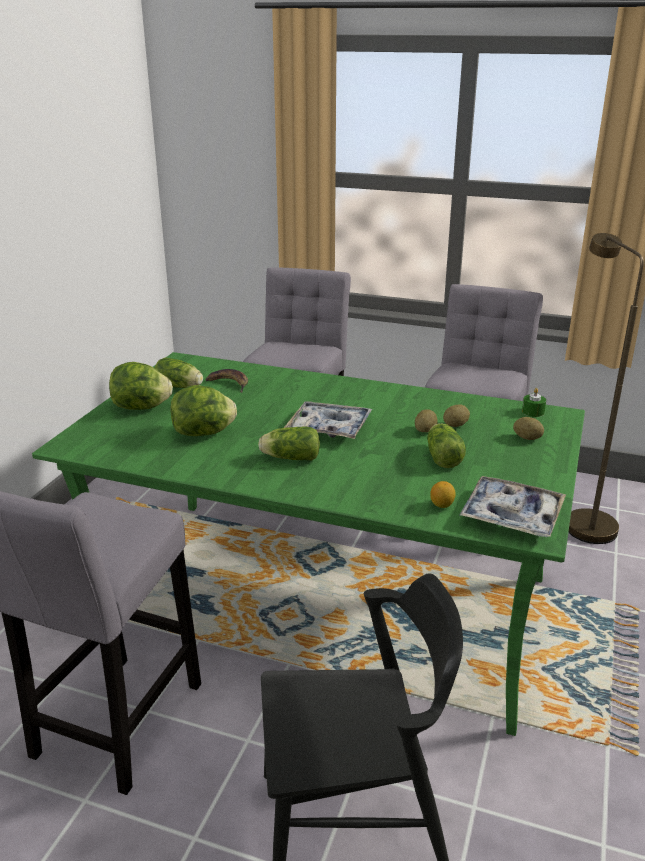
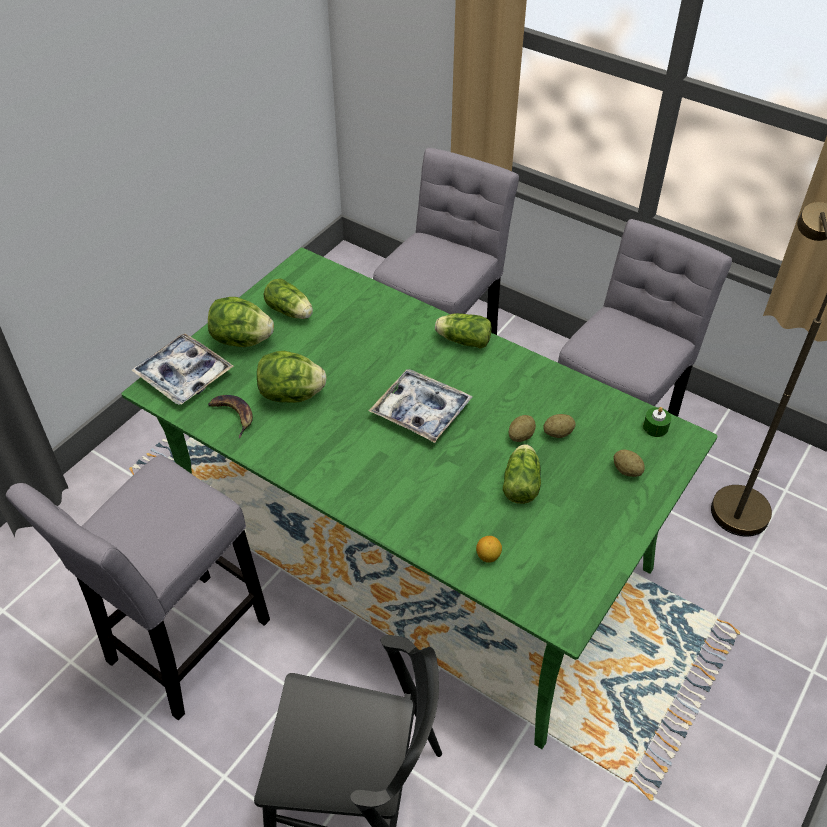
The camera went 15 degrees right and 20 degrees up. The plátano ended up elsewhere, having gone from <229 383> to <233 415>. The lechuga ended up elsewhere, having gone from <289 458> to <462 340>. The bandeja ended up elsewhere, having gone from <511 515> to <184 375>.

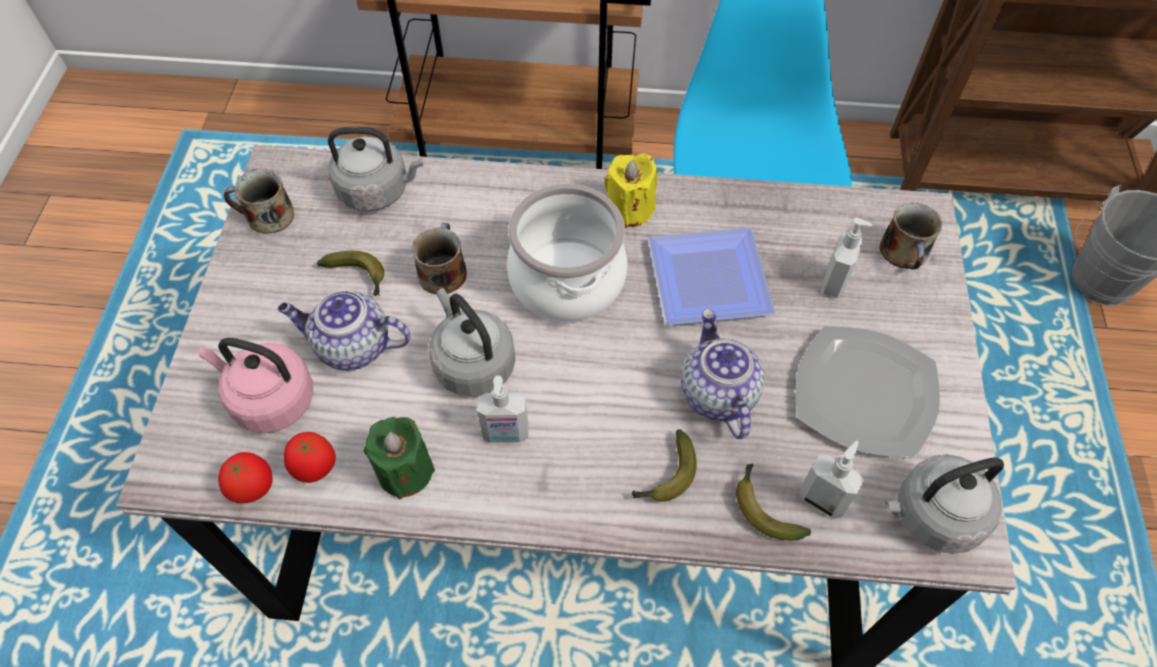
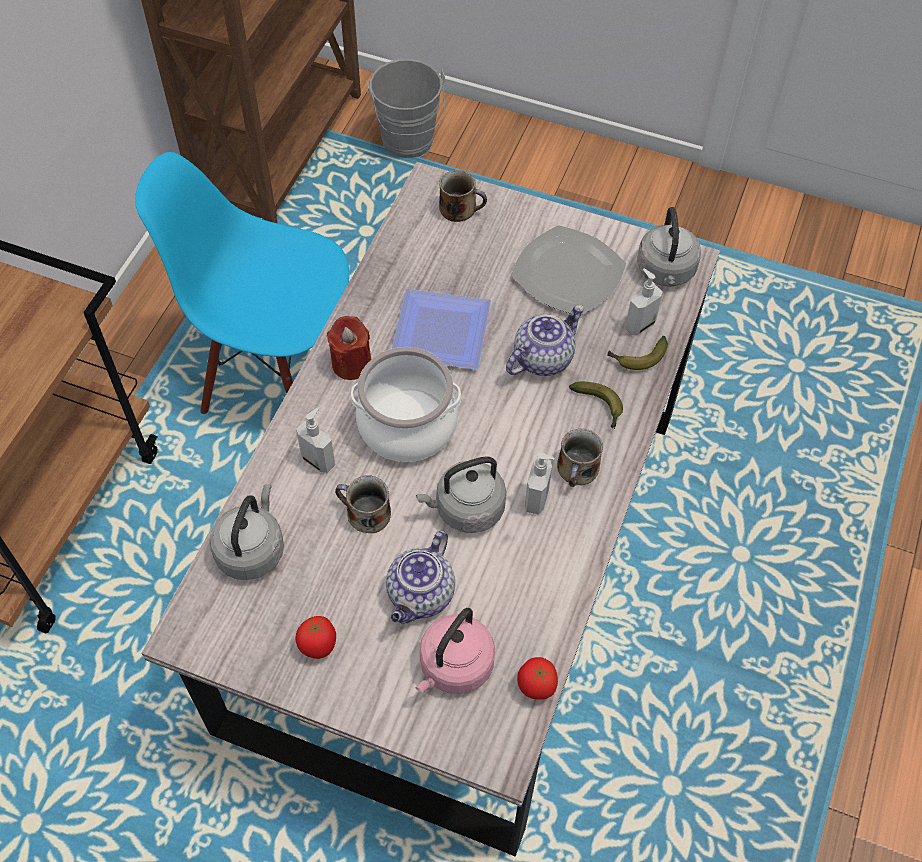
The camera went 75 degrees left and 0 degrees up. What was the vela/amarillo at <630 209> turned into the vela/rojo at <351 363>. The taza grande ended up elsewhere, having gone from <267 216> to <578 470>. The dispensador de jabón ended up elsewhere, having gone from <835 282> to <319 460>. The second view lost the plátano at <359 277>. The tetera at <716 393> ended up facing another way, 135 degrees clockwise from before. The second view lost the vela/verde at <405 471>. The tomate ended up elsewhere, having gone from <316 469> to <318 647>.

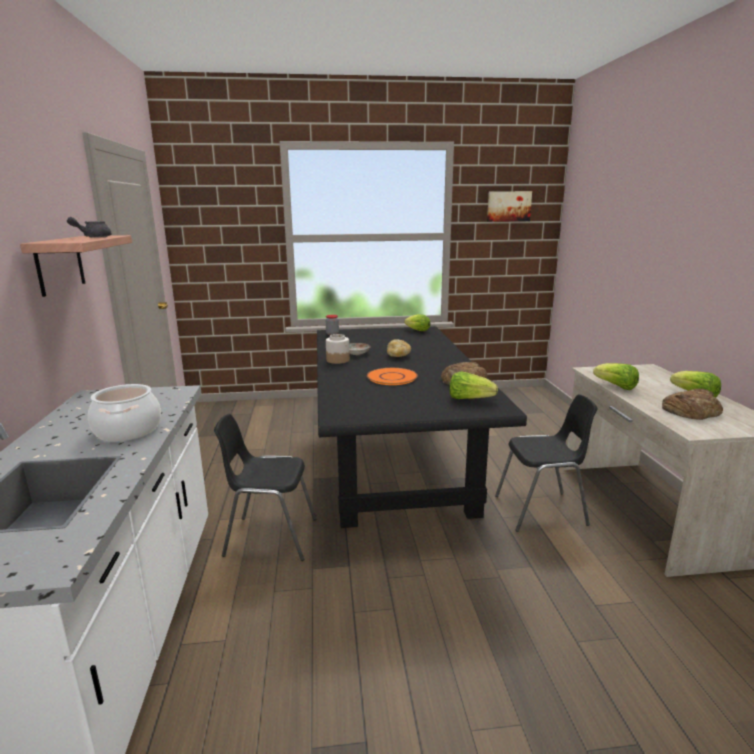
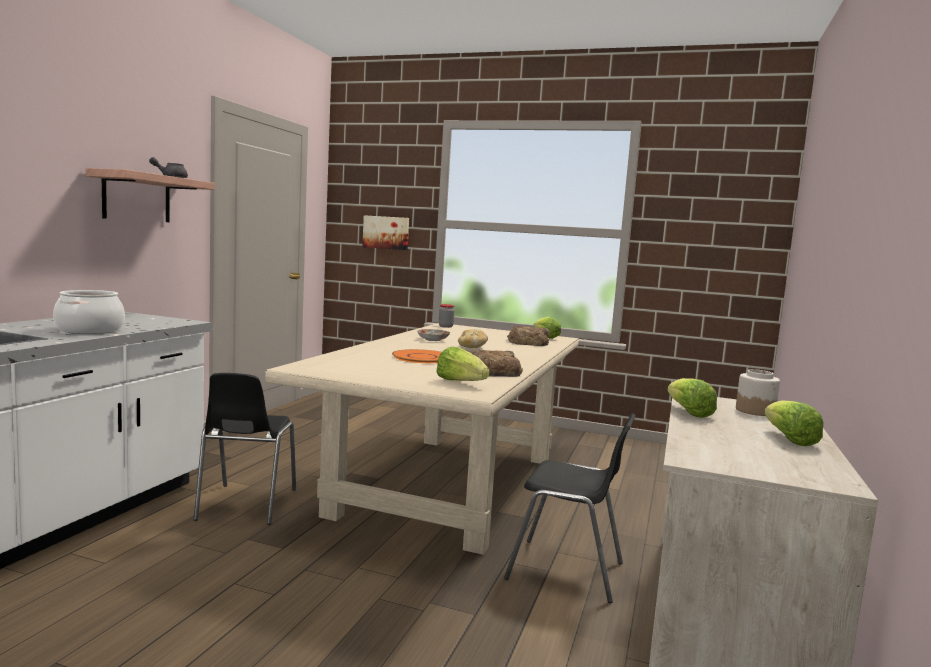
The camera went 25 degrees right and 10 degrees down. The cuadro ended up elsewhere, having gone from <508 206> to <386 232>. What was the mesa de comedor/negro at <395 466> turned into the mesa de comedor/beis at <449 485>. The tarro ended up elsewhere, having gone from <338 360> to <755 411>. The pan ended up elsewhere, having gone from <691 410> to <528 342>. The silla/negro at <270 537> ended up facing another way, 120 degrees counterclockwise from before.

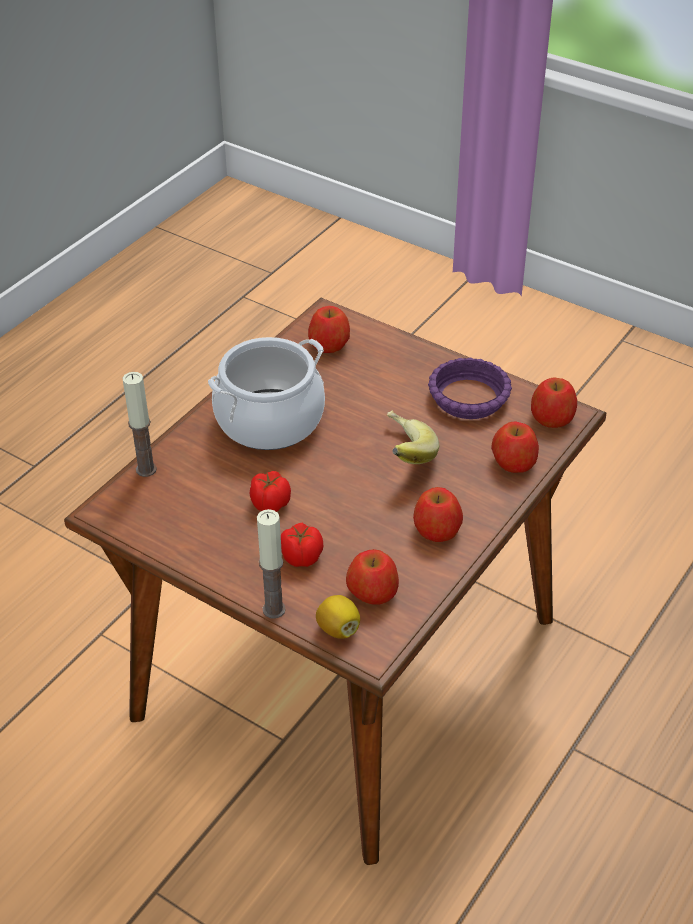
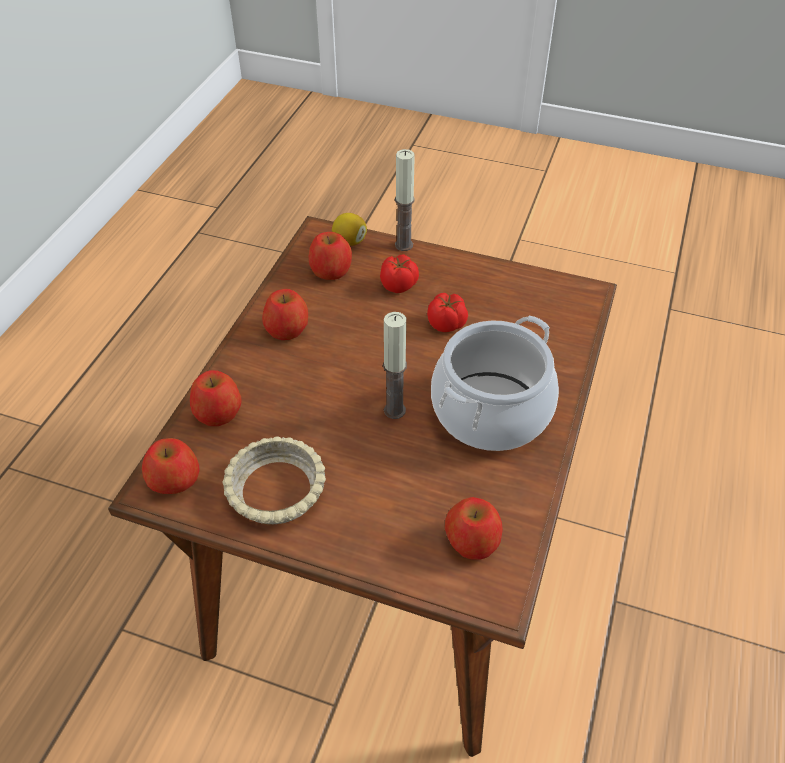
The camera went 165 degrees right and 5 degrees up. What was the cuenco/morado at <469 396> turned into the cuenco/beis at <276 490>. The vela ended up elsewhere, having gone from <146 469> to <394 410>. The second view lost the plátano at <402 455>.

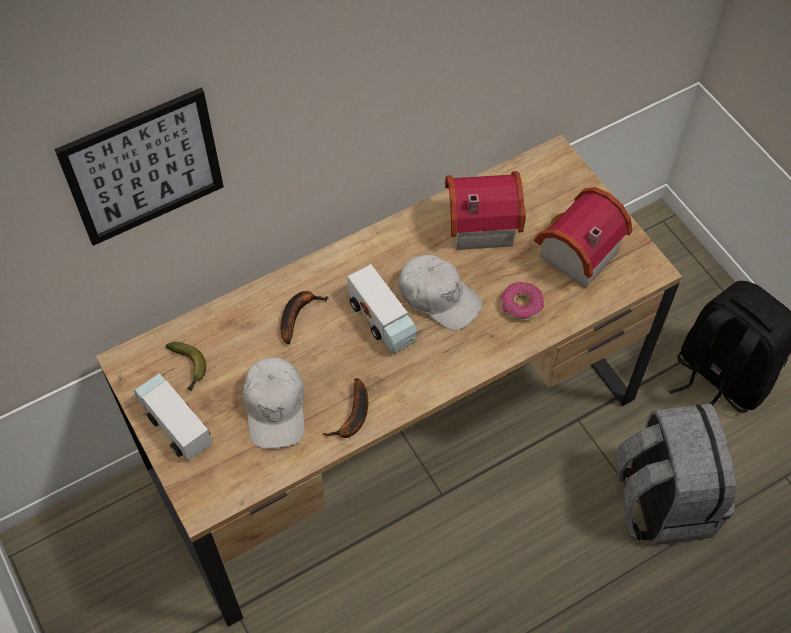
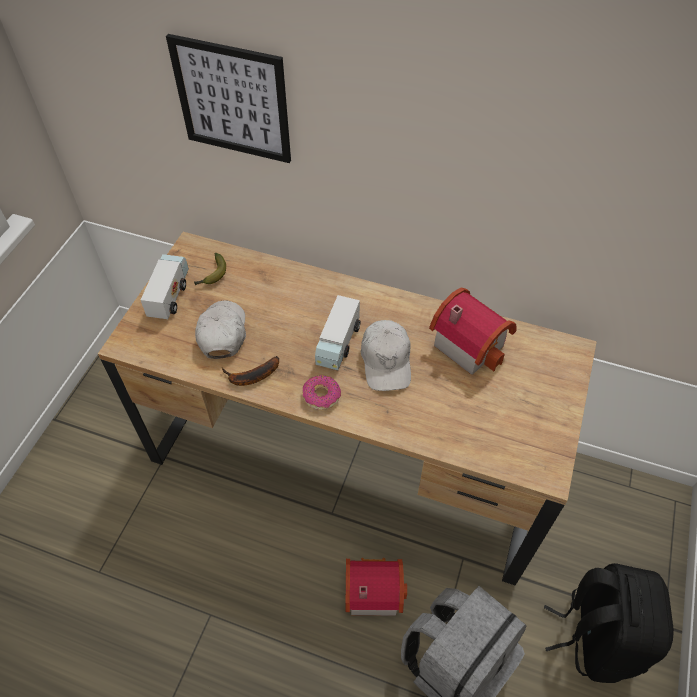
The camera went 50 degrees right and 5 degrees down. The casita ended up elsewhere, having gone from <573 252> to <371 588>. The rosquilla ended up elsewhere, having gone from <521 305> to <321 396>. The second view lost the plátano at <297 315>. The gorra/blanco at <275 407> ended up facing another way, 135 degrees clockwise from before.

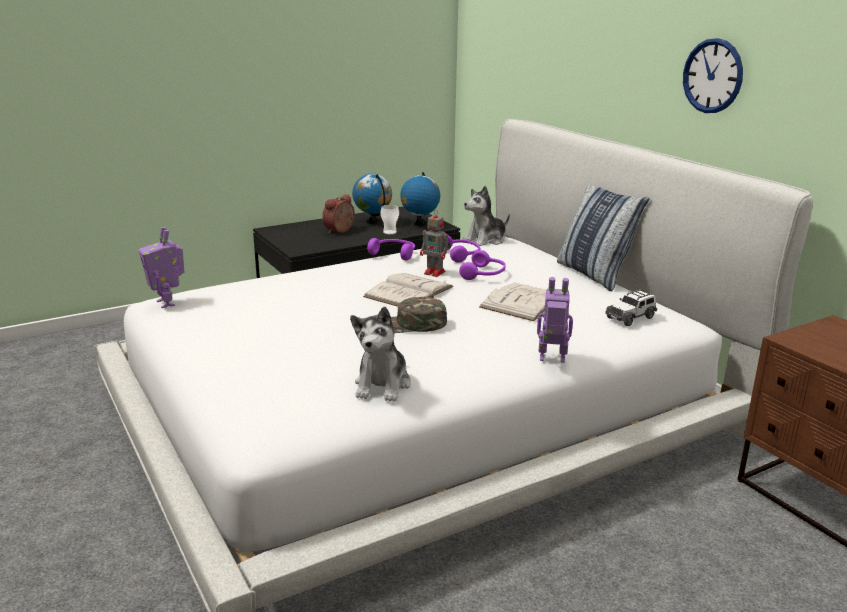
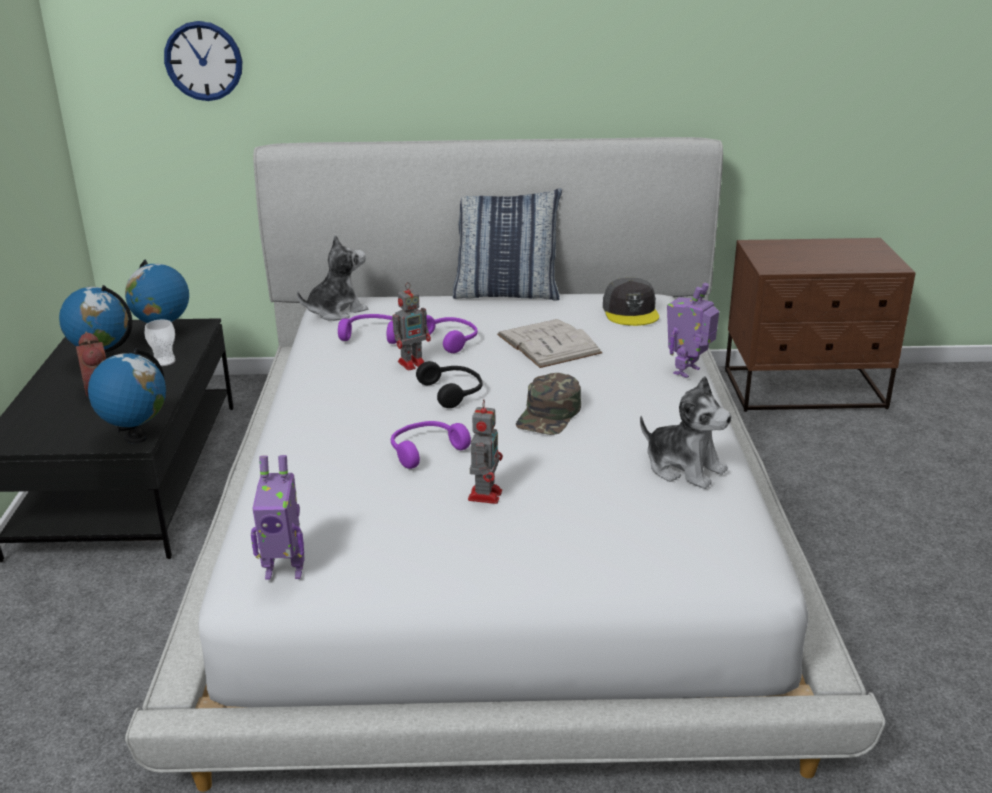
The camera went 60 degrees left and 5 degrees up. The reloj de pared ended up elsewhere, having gone from <712 76> to <203 61>. The peluche at <485 240> ended up facing another way, 120 degrees counterclockwise from before. The auriculares/morado ended up elsewhere, having gone from <394 254> to <425 450>. Where the libro/blanco stood at <409 291>, the auriculares/negro came to stand at <453 392>. Where the coche de juguete stood at <631 317>, the gorra/gris came to stand at <631 312>. The second view gained the globo terráqueo at <136 437>. The second view gained the robot de juguete at <485 494>.

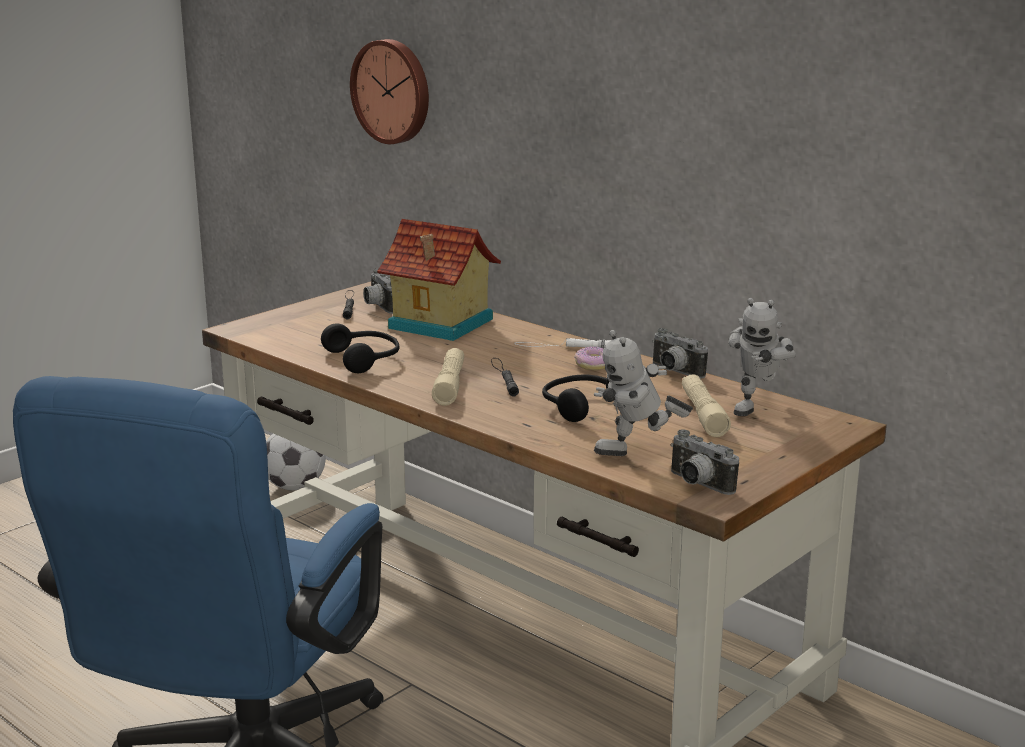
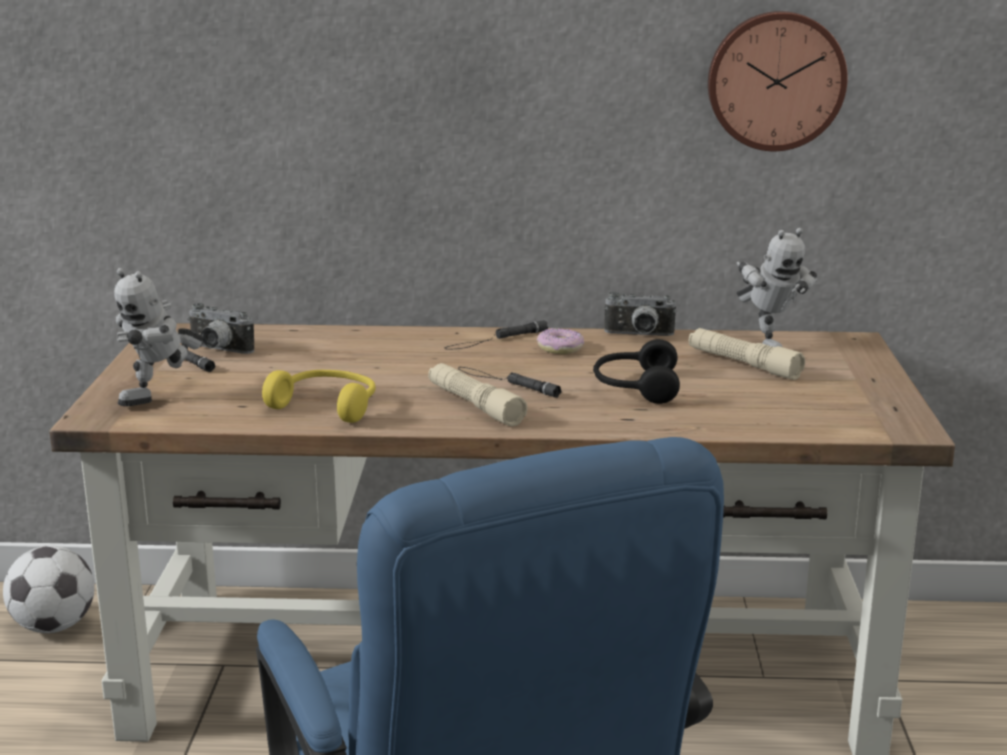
The camera went 40 degrees left and 0 degrees up. The reloj de pared ended up elsewhere, having gone from <393 91> to <775 80>. The second view lost the casita at <440 324>. What was the auriculares/negro at <365 359> turned into the auriculares/amarillo at <327 406>. The robot de juguete ended up elsewhere, having gone from <637 455> to <162 398>. What was the linterna/blanco at <563 347> turned into the linterna/negro at <495 340>. The second view lost the cámara at <697 484>.

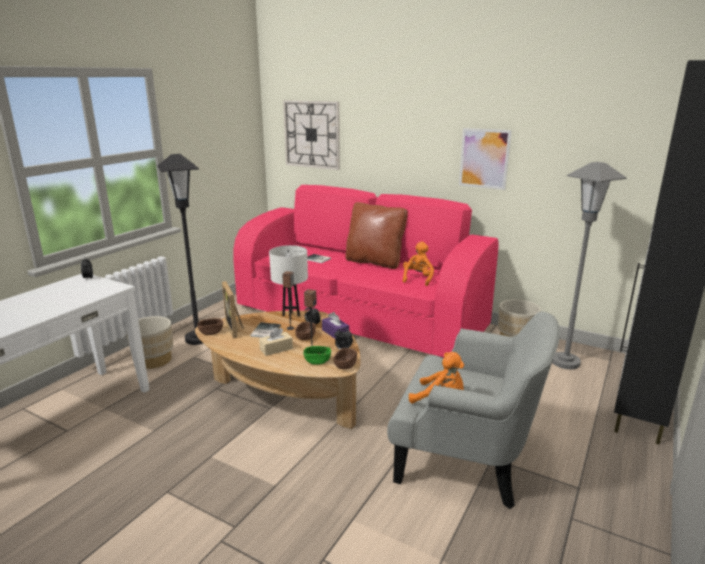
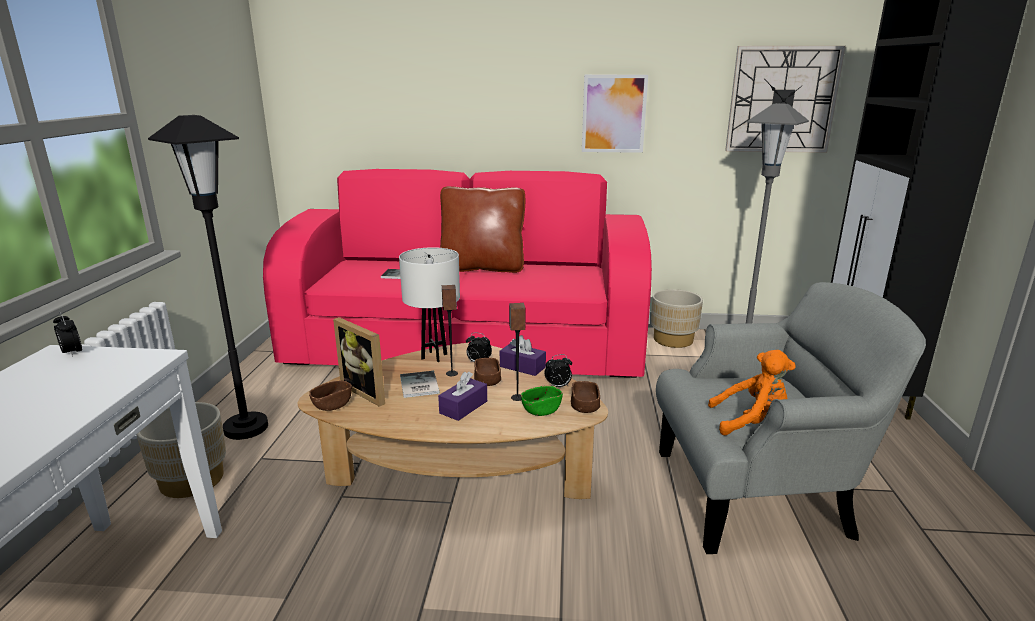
The camera went 25 degrees left and 0 degrees up. The reloj de pared ended up elsewhere, having gone from <312 134> to <782 100>. The second view lost the peluche/naranja at <418 279>. What was the caja de pañuelos/beis at <276 349> turned into the caja de pañuelos/morado at <463 407>.

